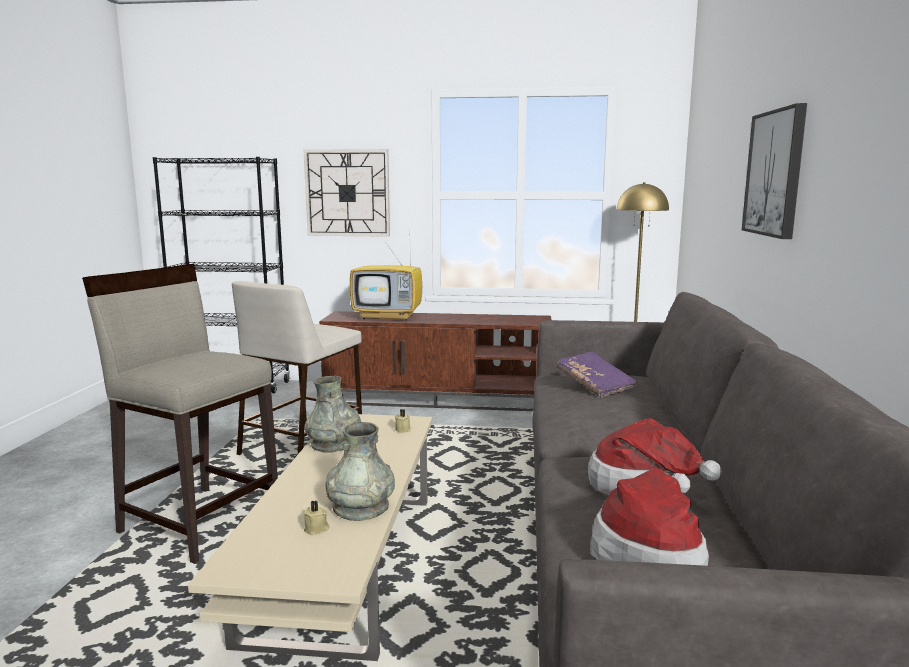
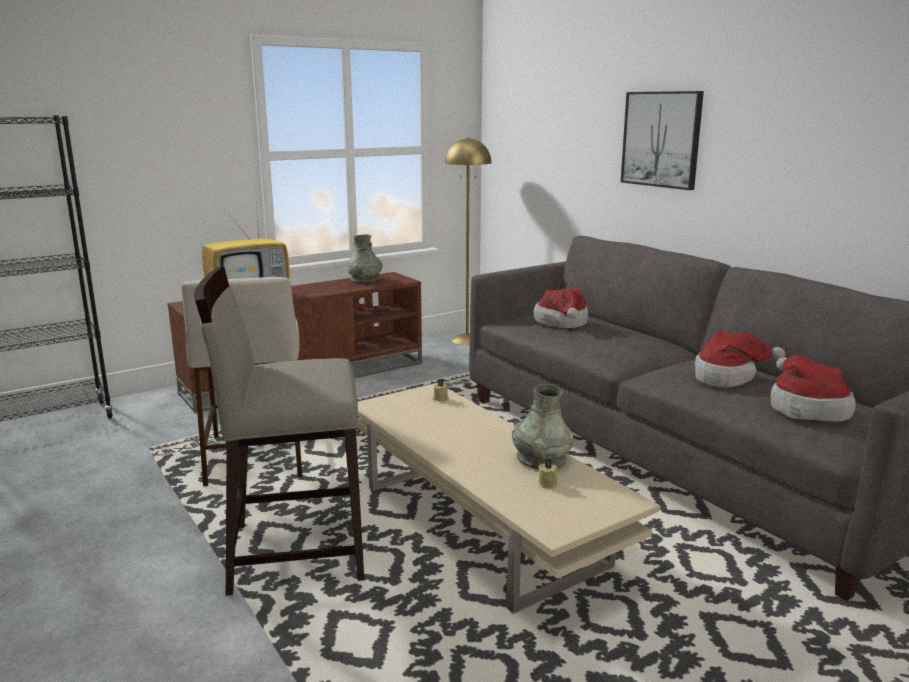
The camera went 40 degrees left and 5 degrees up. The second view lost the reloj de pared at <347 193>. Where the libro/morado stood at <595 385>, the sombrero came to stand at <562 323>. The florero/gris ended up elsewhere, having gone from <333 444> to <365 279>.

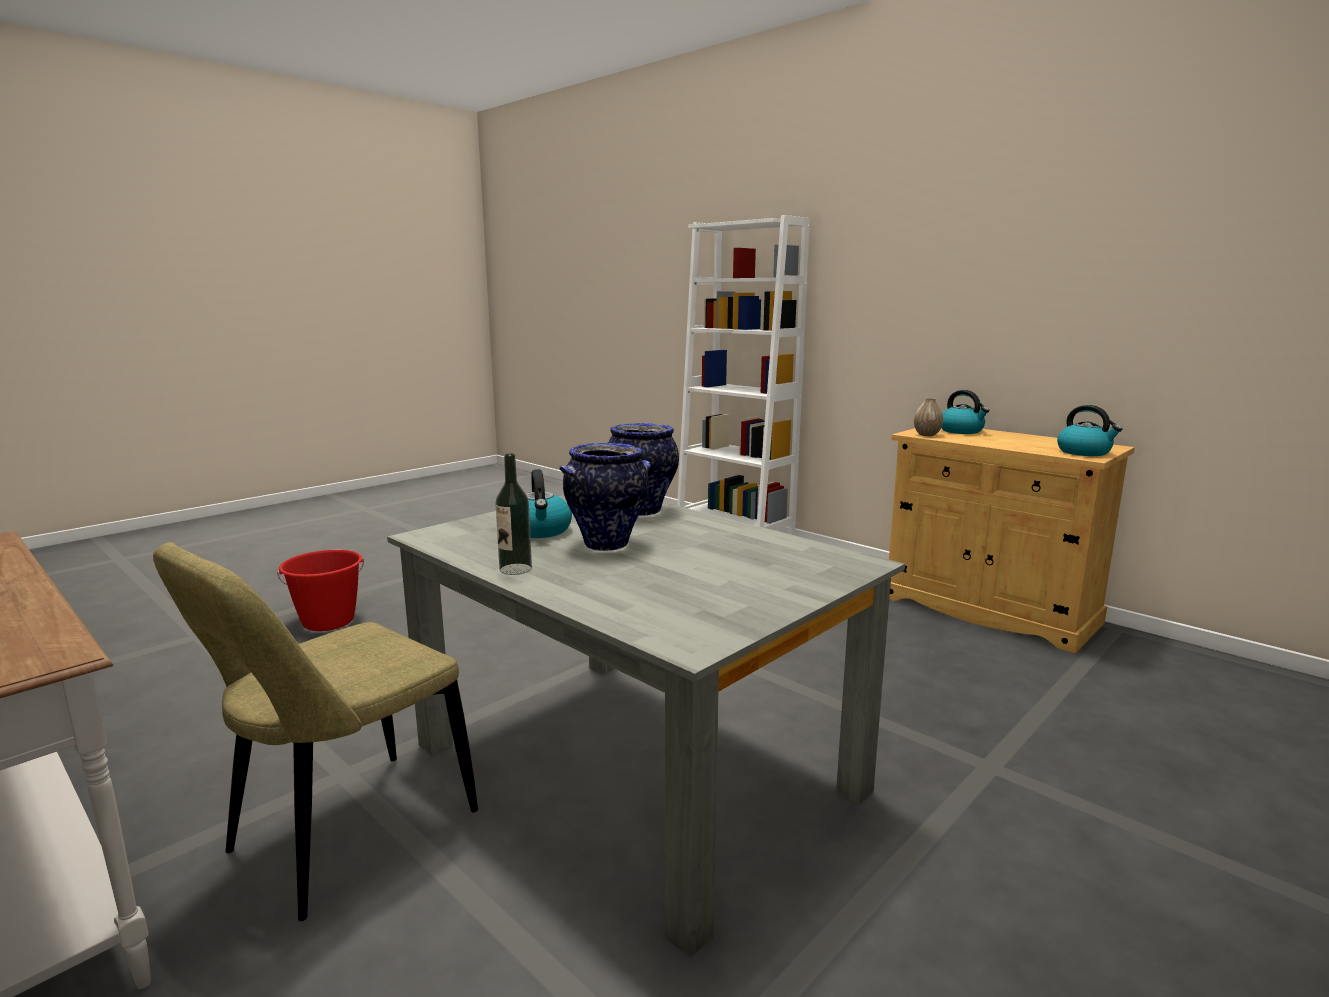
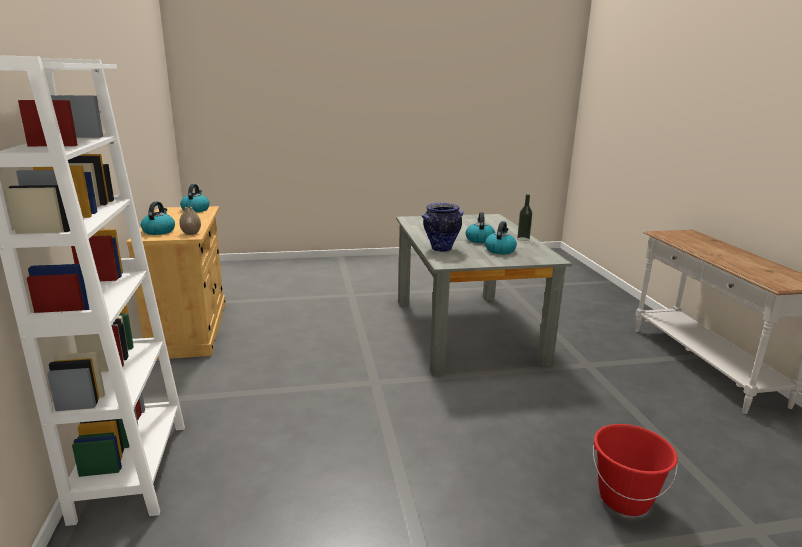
The camera went 145 degrees left and 5 degrees up. Where the florero stood at <607 544>, the hervidor came to stand at <479 239>. The second view lost the silla/beis at <344 837>.

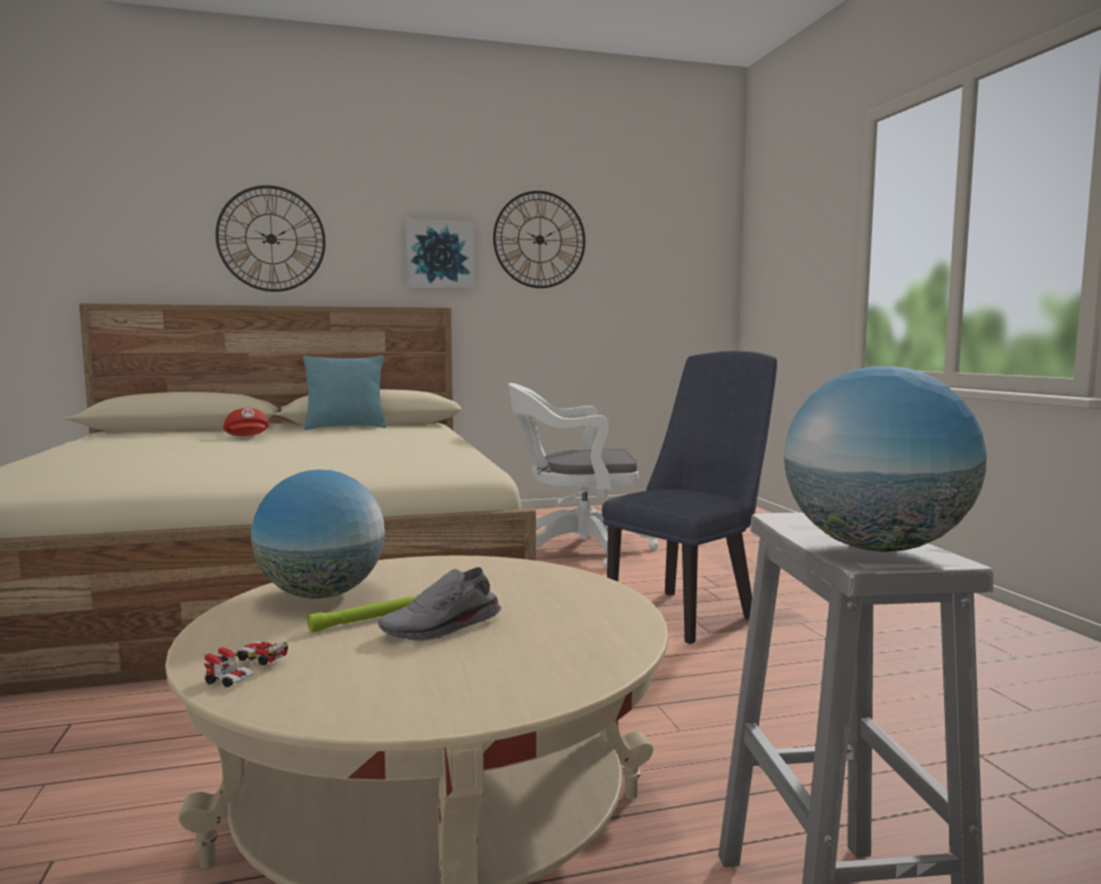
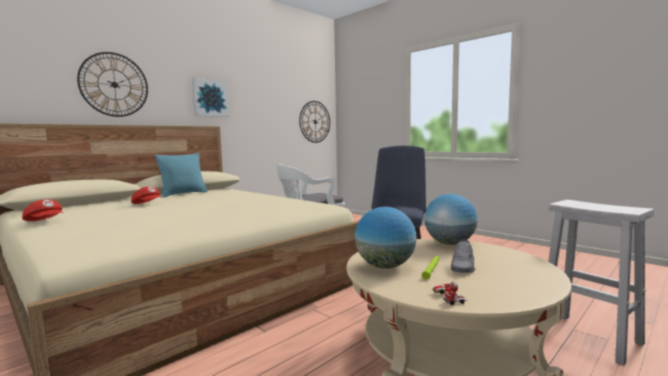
The camera went 30 degrees left and 0 degrees up. The reloj de pared ended up elsewhere, having gone from <539 240> to <315 121>. The globo terráqueo ended up elsewhere, having gone from <876 548> to <450 243>. The second view gained the gorra/rojo at <46 222>.

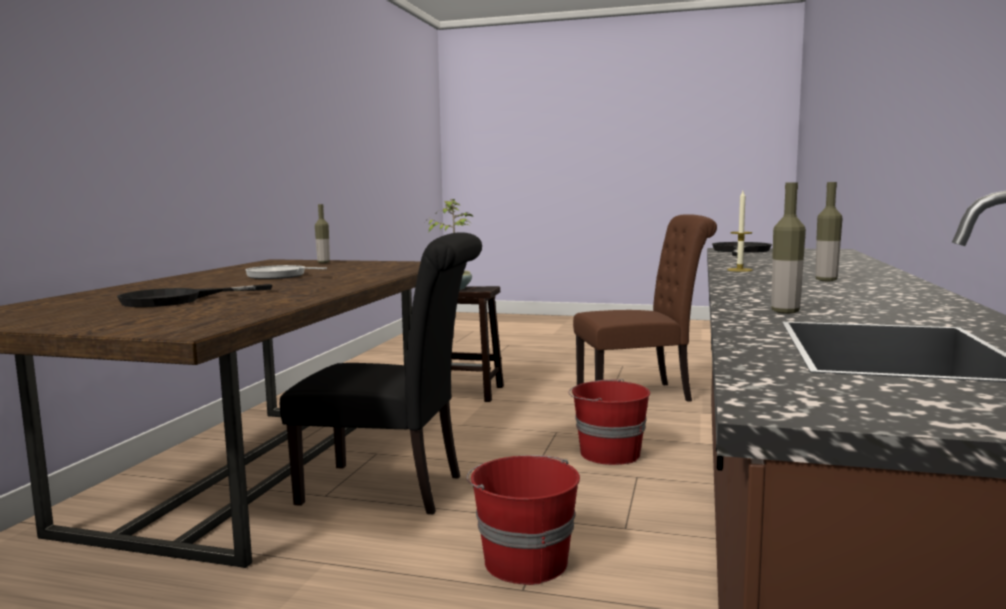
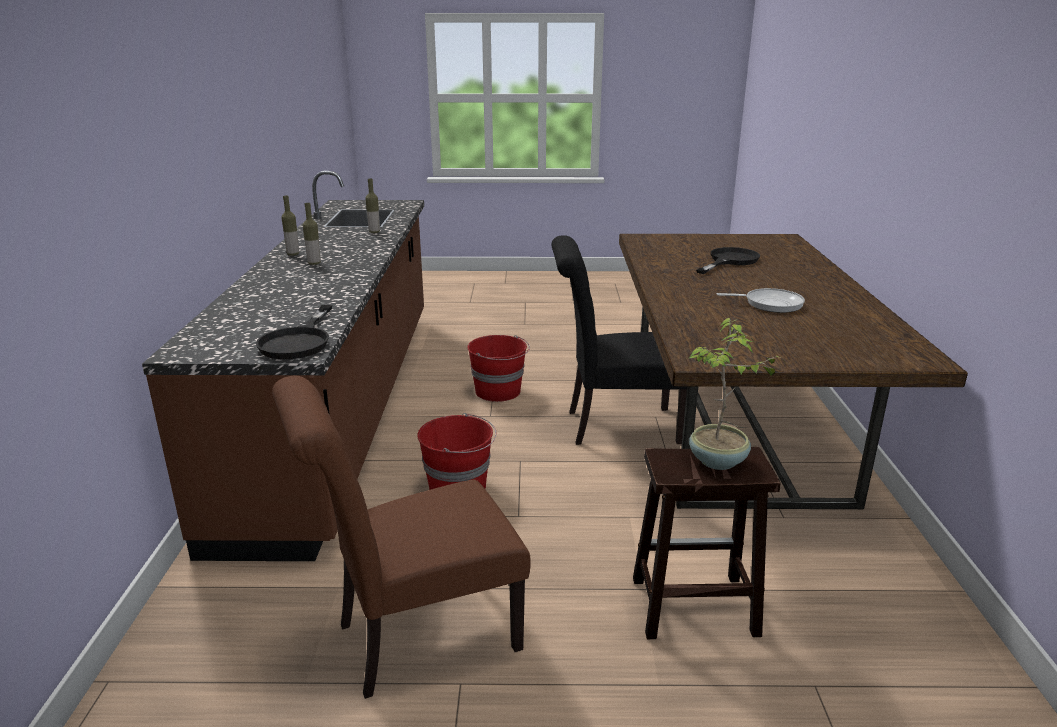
The camera went 165 degrees right and 15 degrees up. The second view lost the vela at <739 270>. The botella ended up elsewhere, having gone from <323 262> to <293 254>.

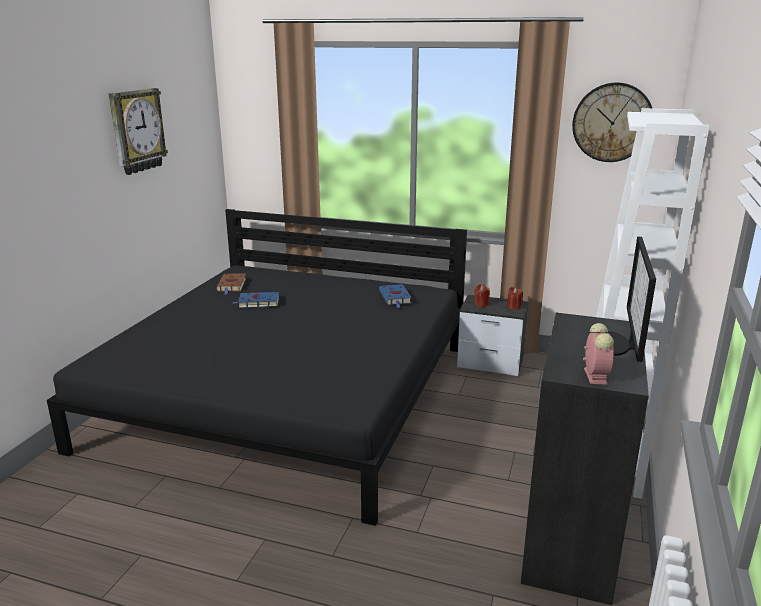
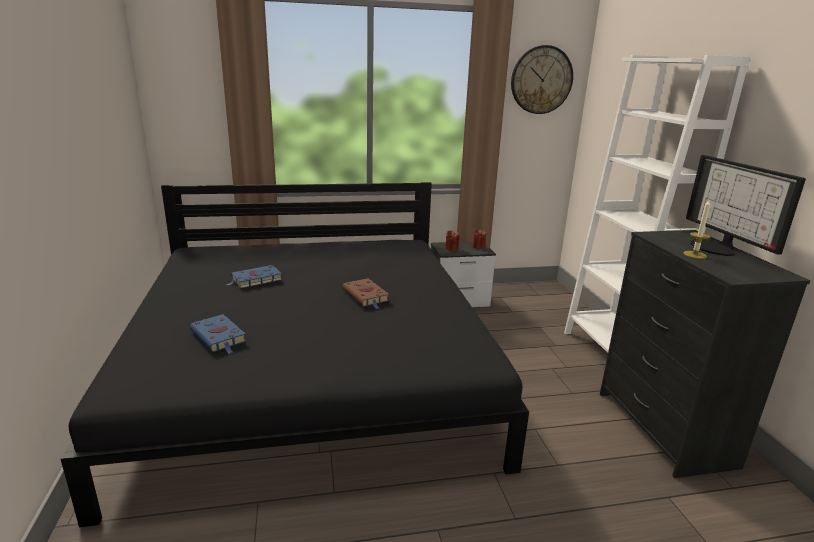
The camera went 30 degrees left and 0 degrees up. The second view lost the reloj de pared at <136 131>. The libro/marrón ended up elsewhere, having gone from <231 285> to <366 296>. The libro/azul ended up elsewhere, having gone from <395 298> to <219 337>. The second view lost the despertador at <594 375>. The second view gained the vela at <695 254>.

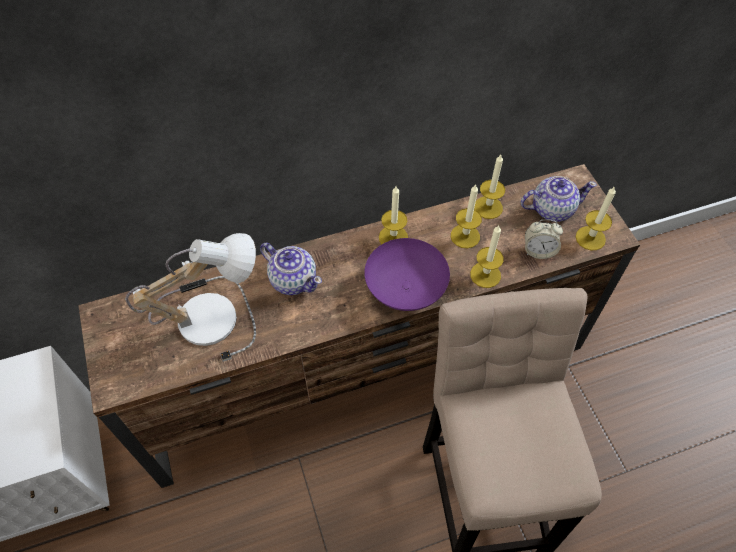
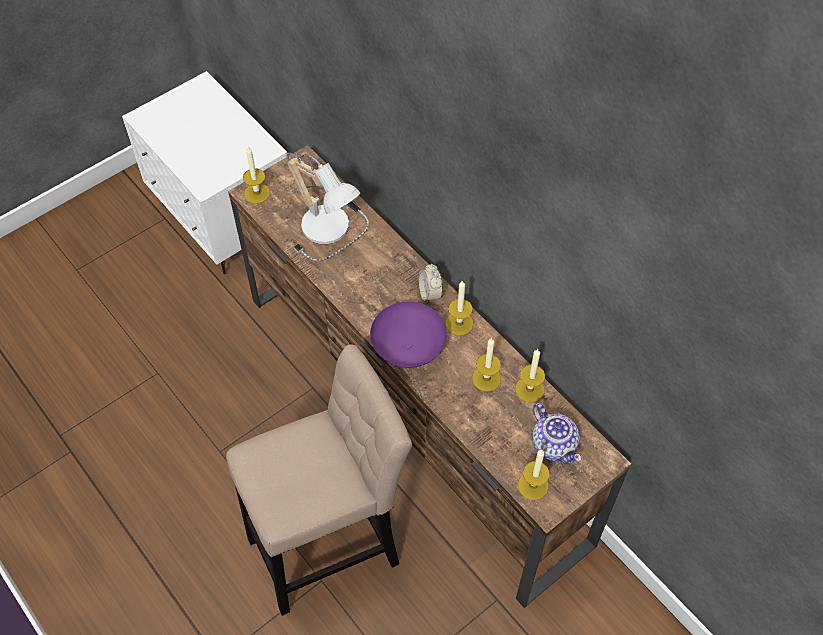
The camera went 70 degrees right and 0 degrees up. The despertador ended up elsewhere, having gone from <538 251> to <430 293>. The vela ended up elsewhere, having gone from <485 275> to <257 193>. The second view lost the tetera at <293 279>.

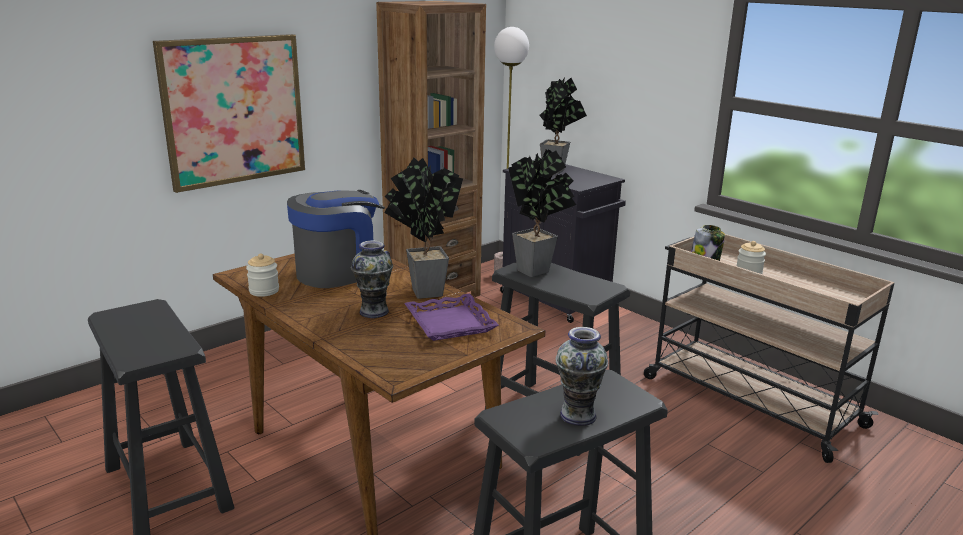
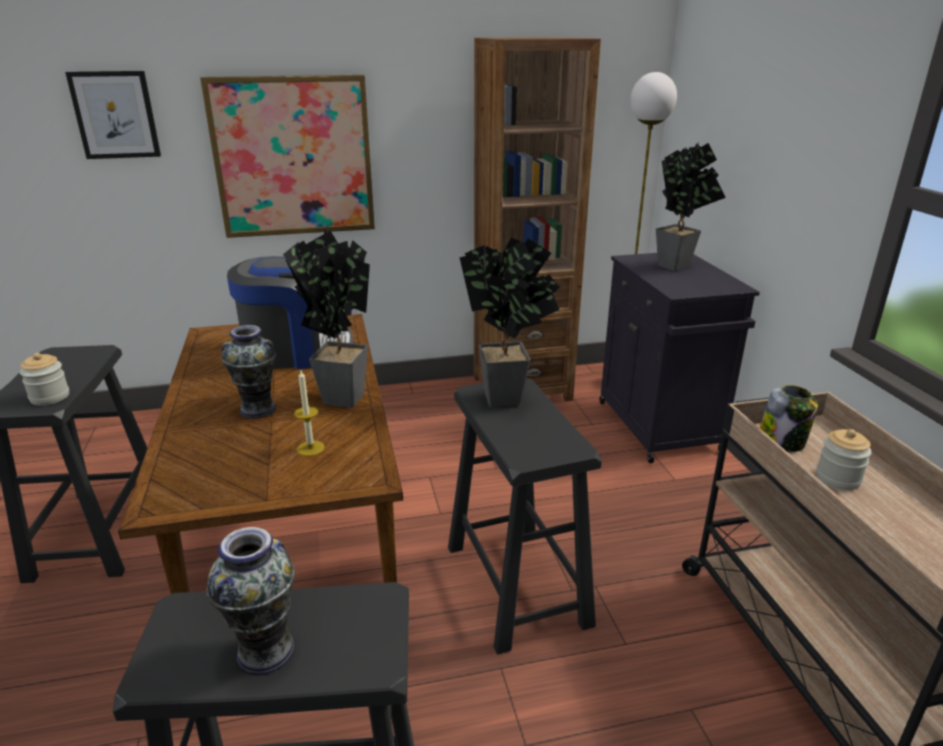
The camera went 30 degrees right and 5 degrees up. The tarro ended up elsewhere, having gone from <264 291> to <50 397>. Where the bandeja/morado stood at <451 323>, the vela came to stand at <310 448>. The second view gained the cuadro at <115 115>.

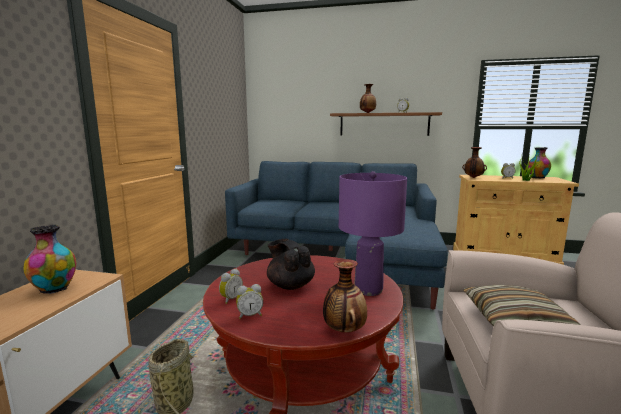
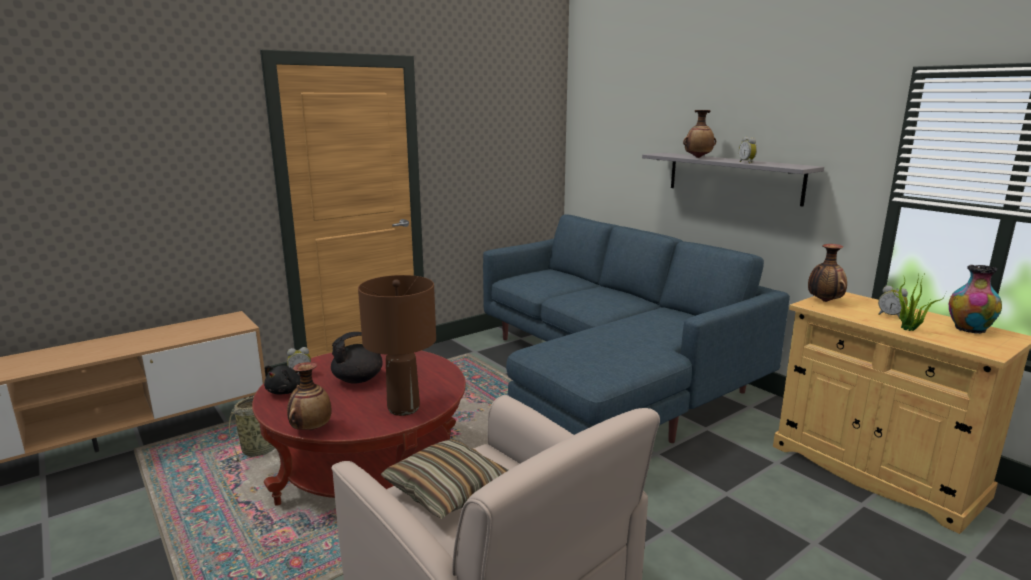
The camera went 40 degrees right and 5 degrees up. What was the estante/marrón at <384 124> turned into the estante/gris at <733 177>. What was the lámpara de mesa/morado at <368 290> turned into the lámpara de mesa/marrón at <403 408>. The second view lost the florero at <54 289>. The tetera/negro at <290 285> ended up facing another way, 60 degrees clockwise from before. Where the despertador stood at <250 315>, the peluche/negro came to stand at <286 391>.

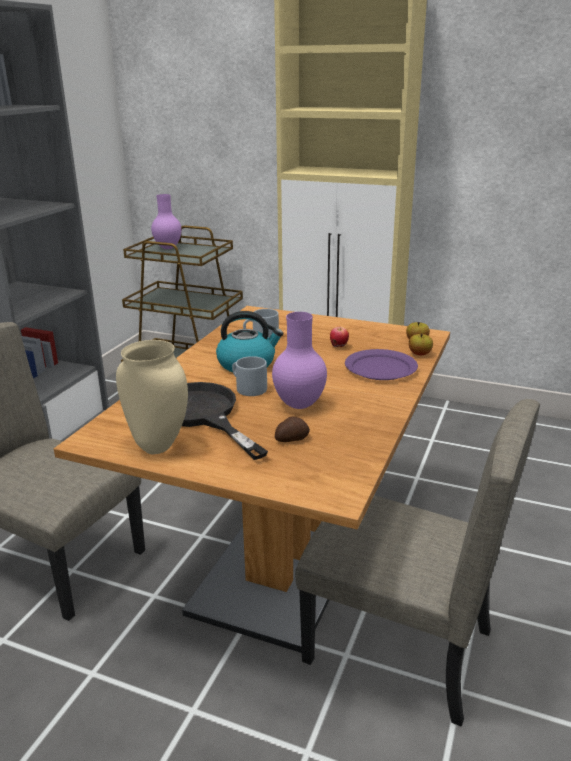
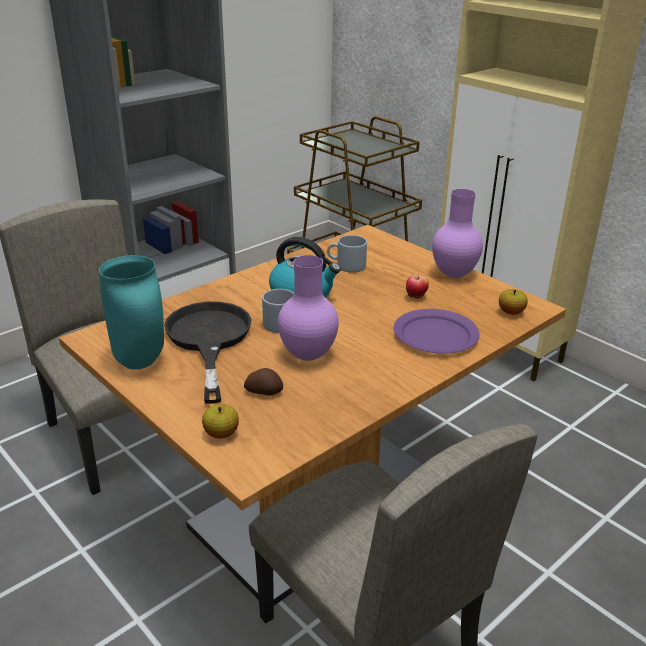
The camera went 25 degrees right and 5 degrees up. The florero/morado ended up elsewhere, having gone from <168 248> to <454 275>. The manzana ended up elsewhere, having gone from <419 354> to <221 434>. What was the florero/beis at <159 446> turned into the florero/turquesa at <141 362>.

